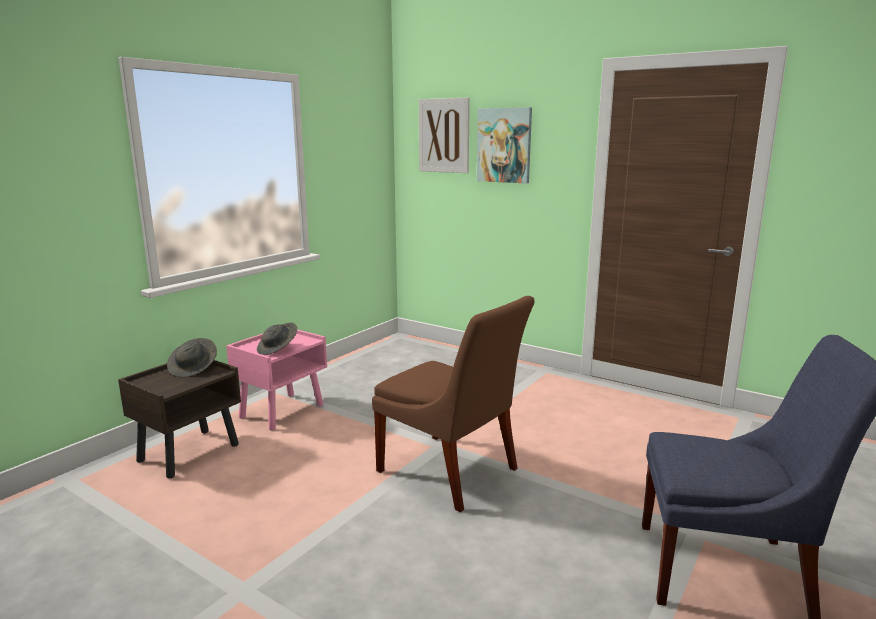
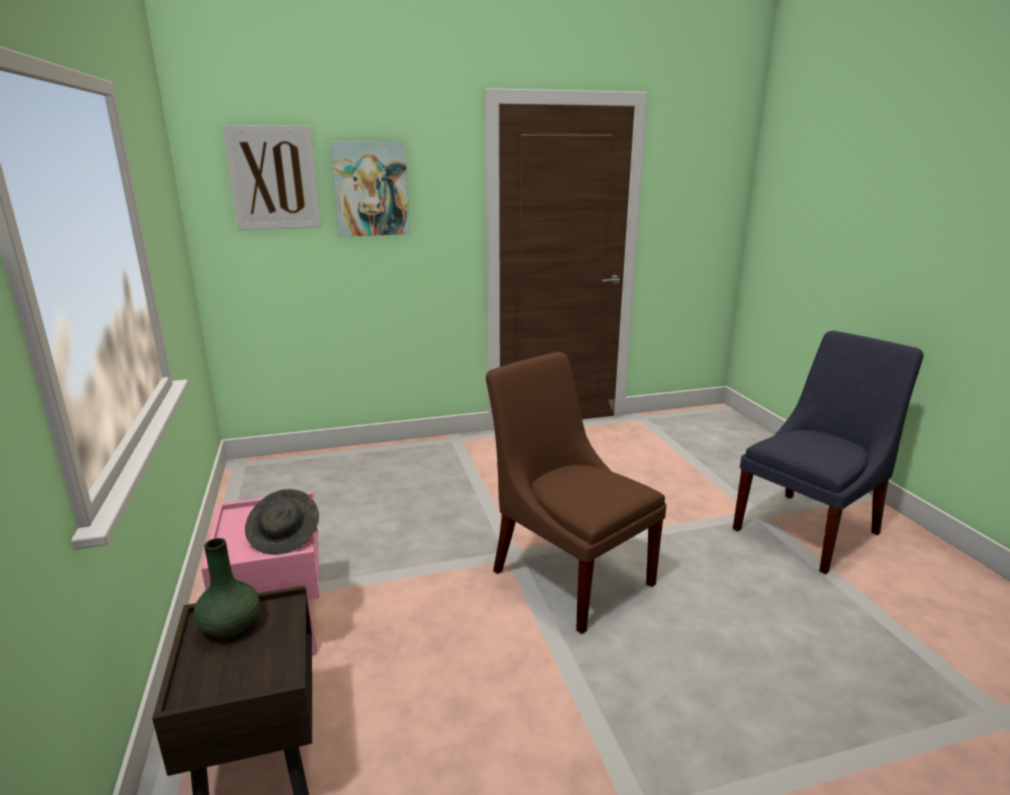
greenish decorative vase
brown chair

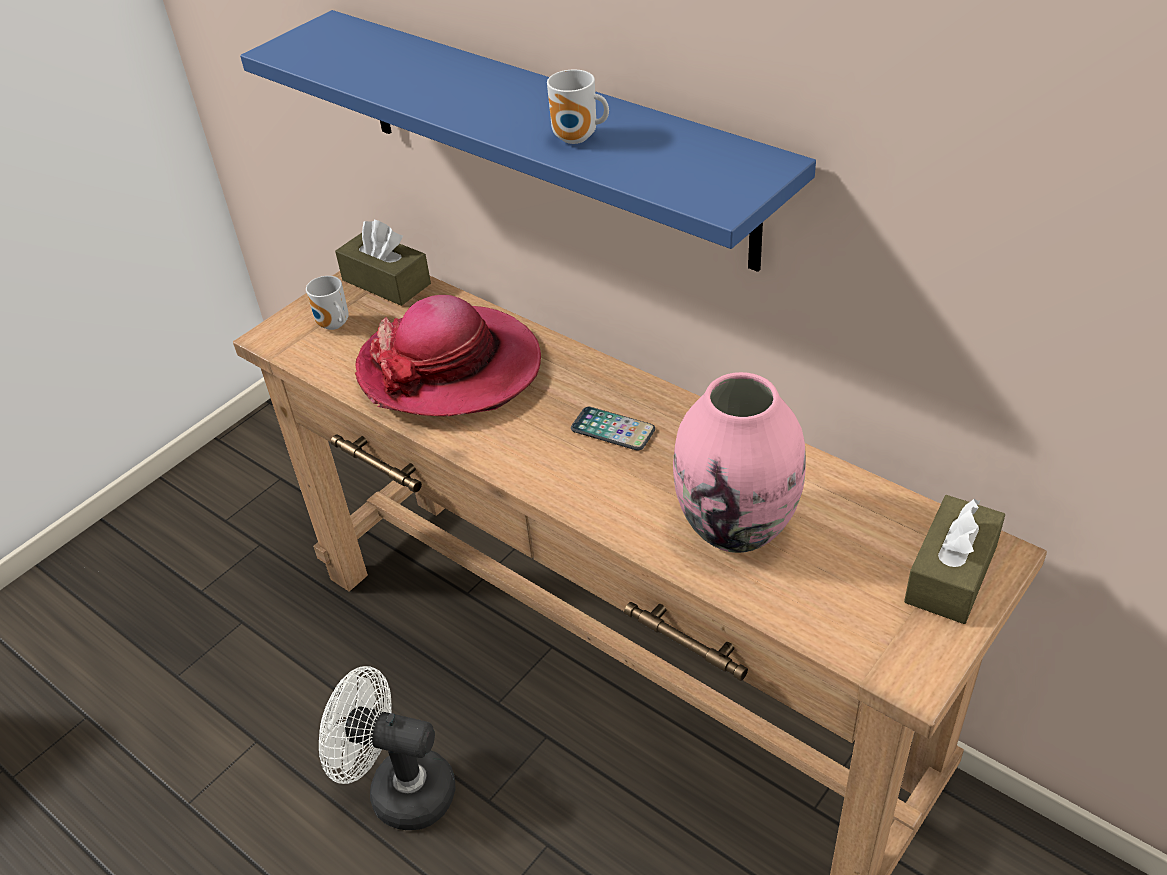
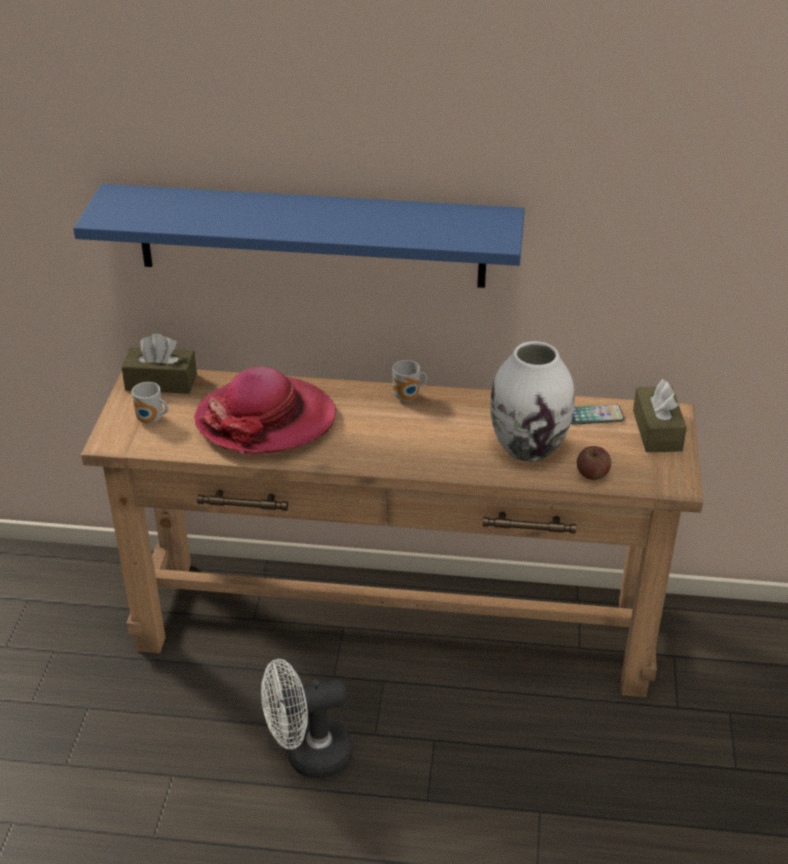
whole apple
mug (2nd from left)
telephone
white decorative vase

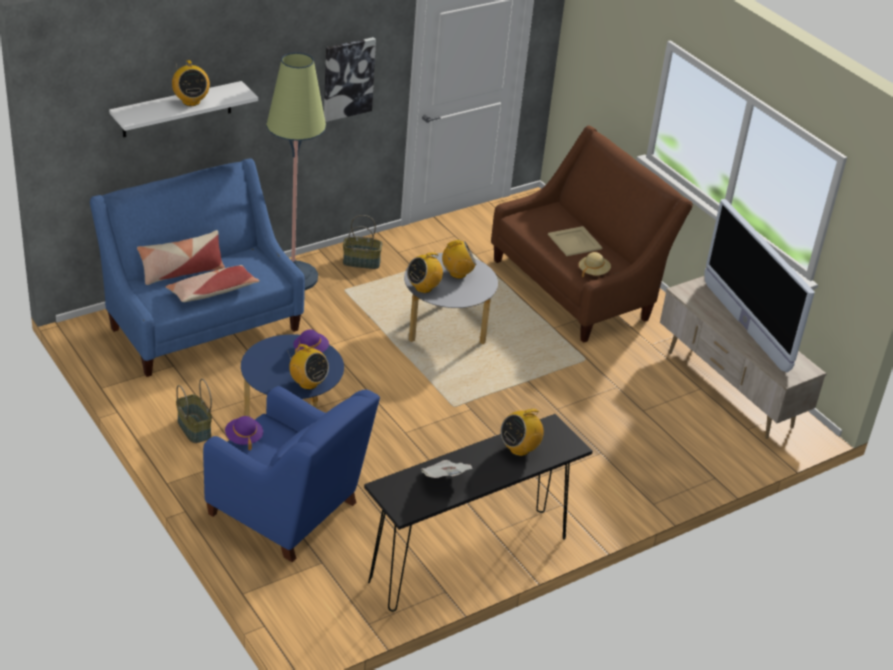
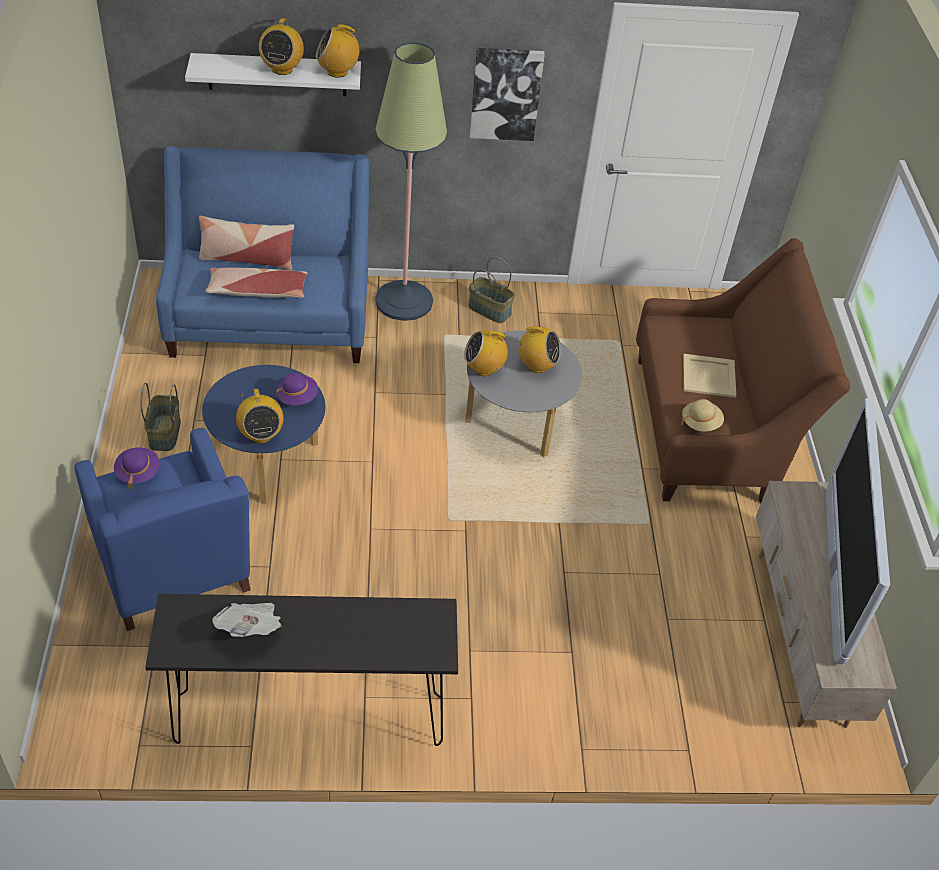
radio receiver (3rd from left)

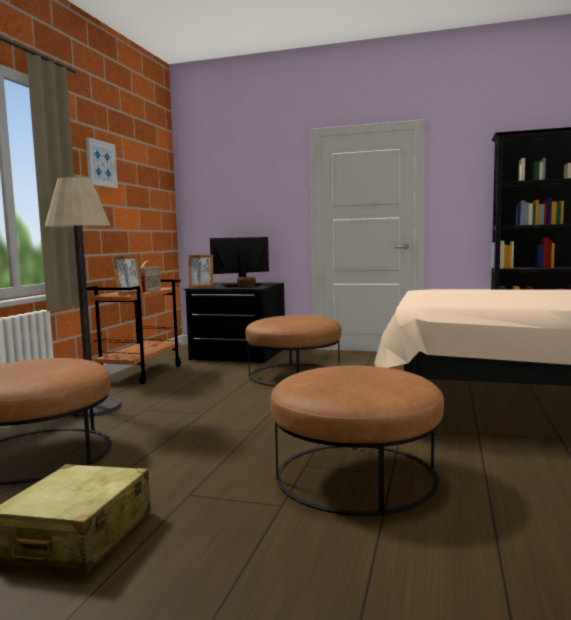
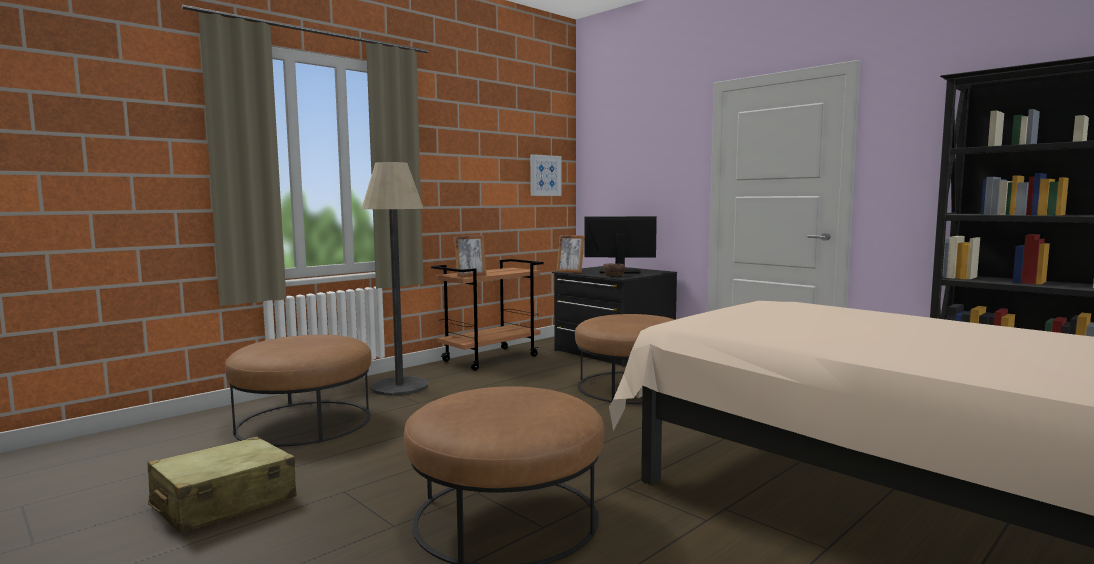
radio receiver
wall picture

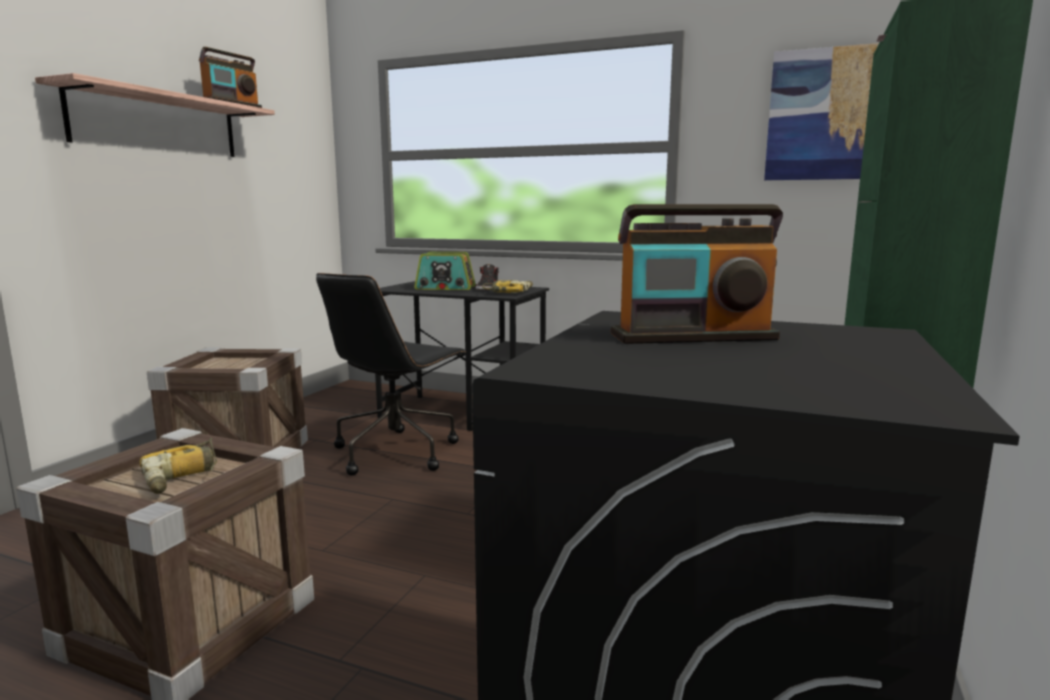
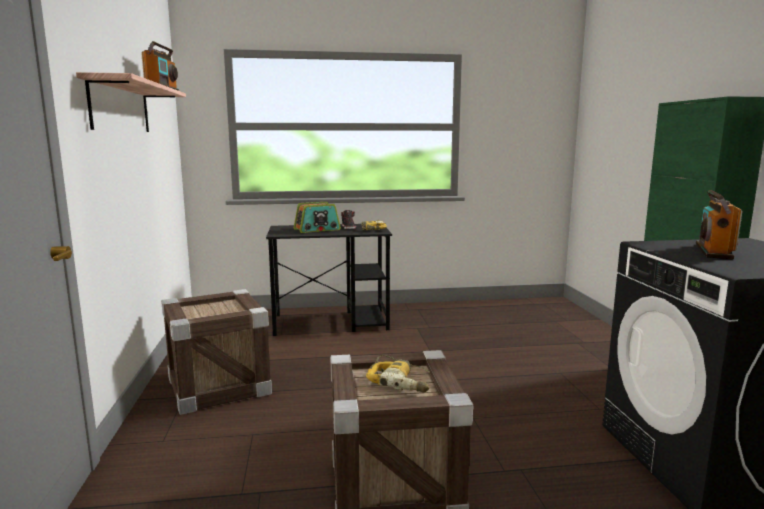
blackish computer chair
wall picture
radio receiver (3rd from left)

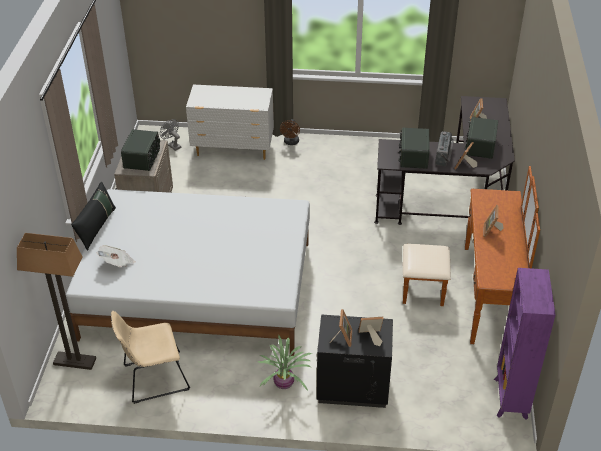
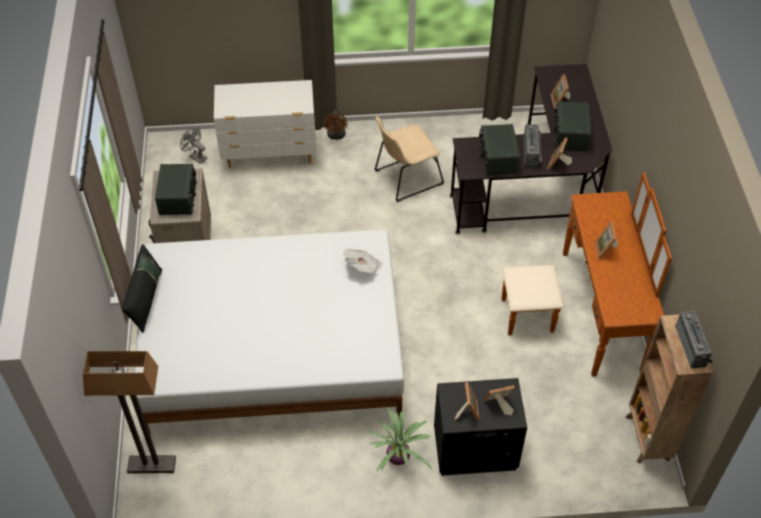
radio receiver (5th from left)
newspaper
beige chair
brown bookshelf

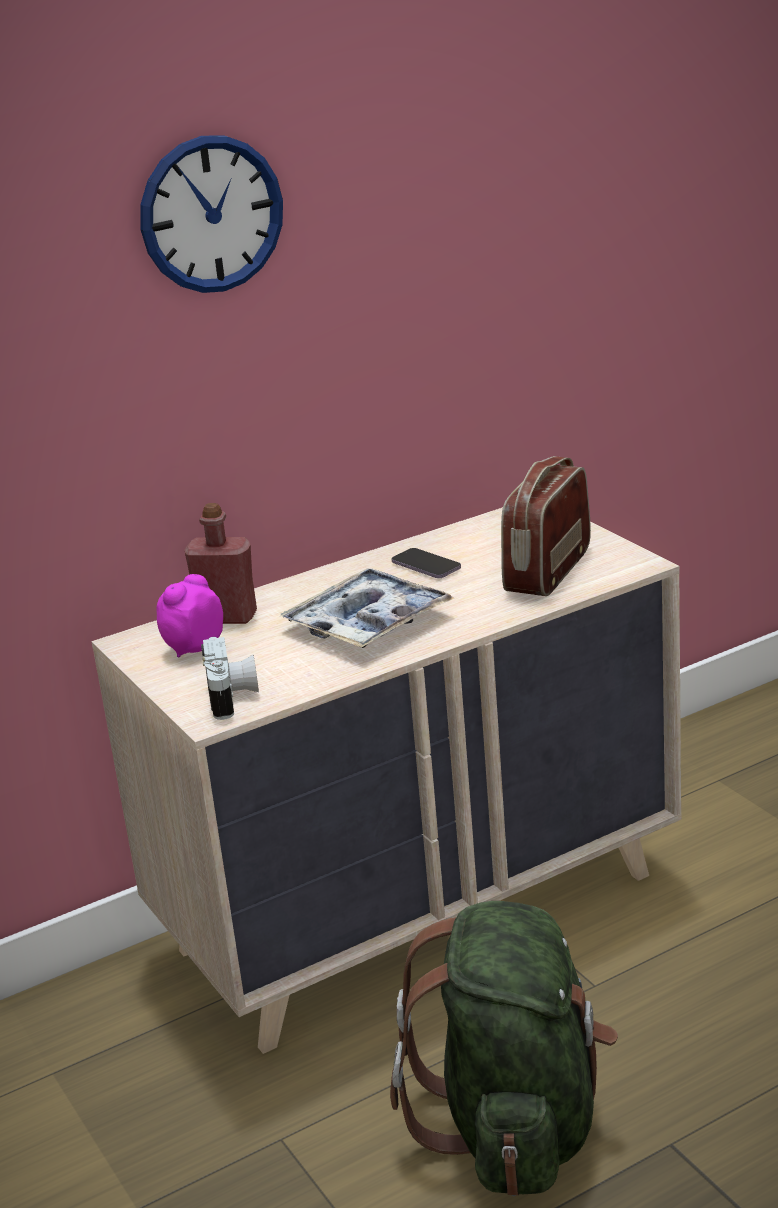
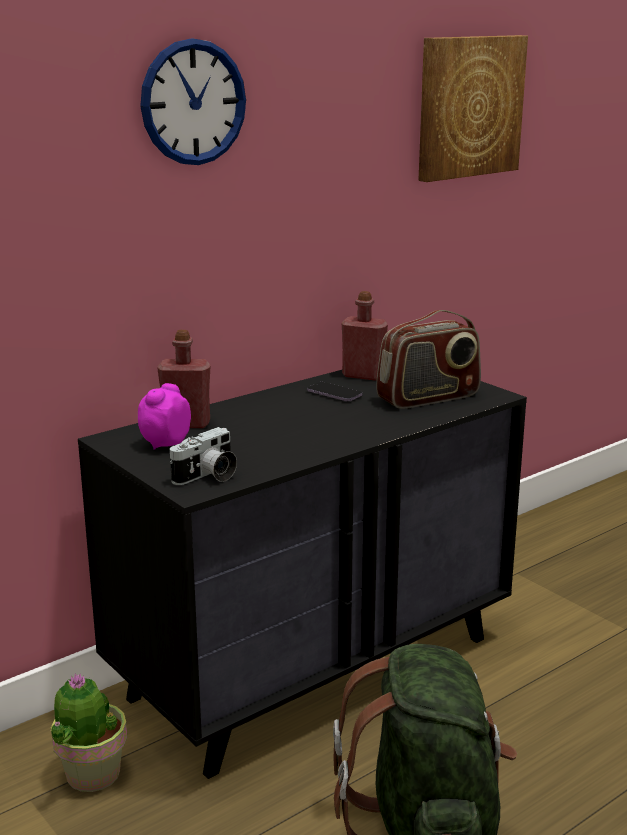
tray
houseplant
red-coloured drink bottle (2nd from left)
wall picture
blackish drawer chest
photo camera
radio receiver

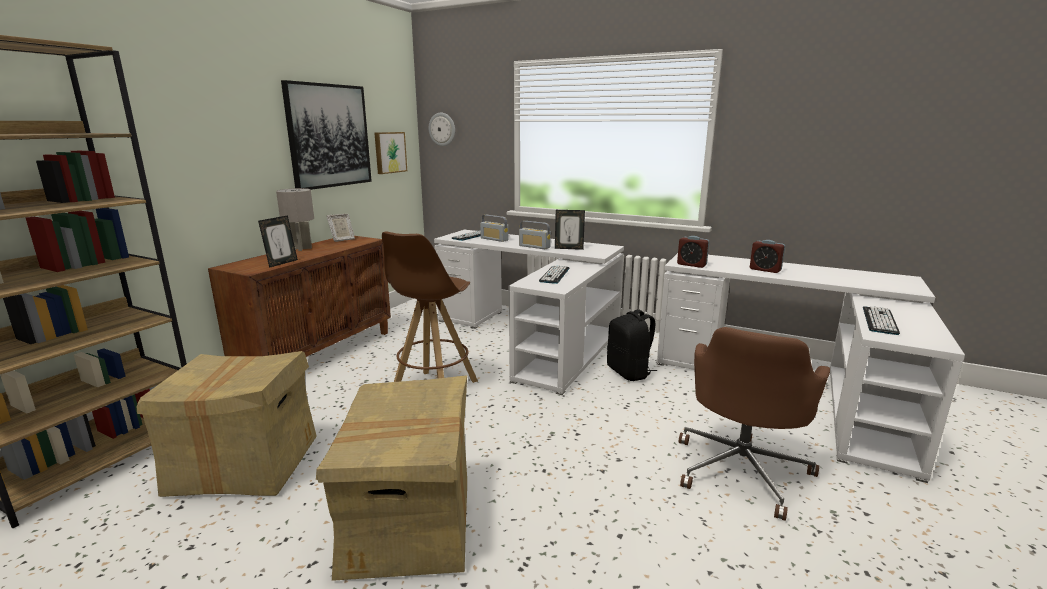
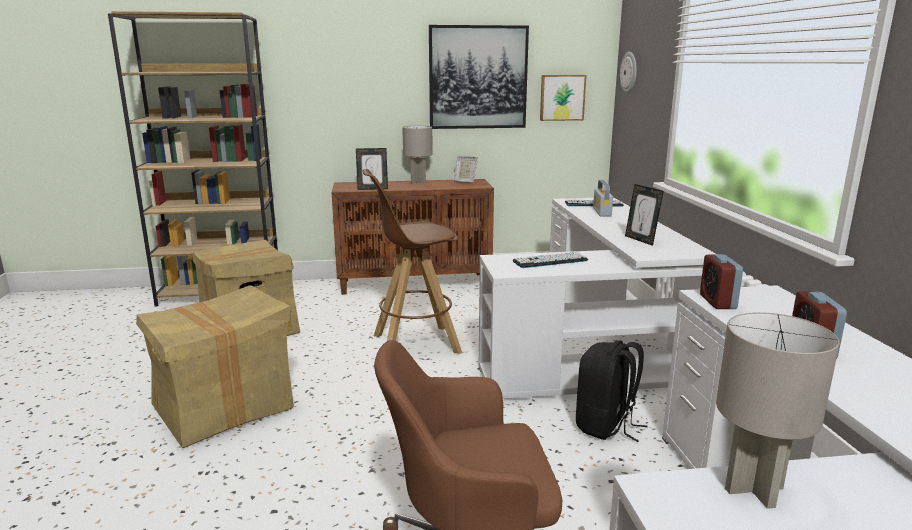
radio receiver (2nd from left in the first image)
greyish tabletop lamp (2nd from left)

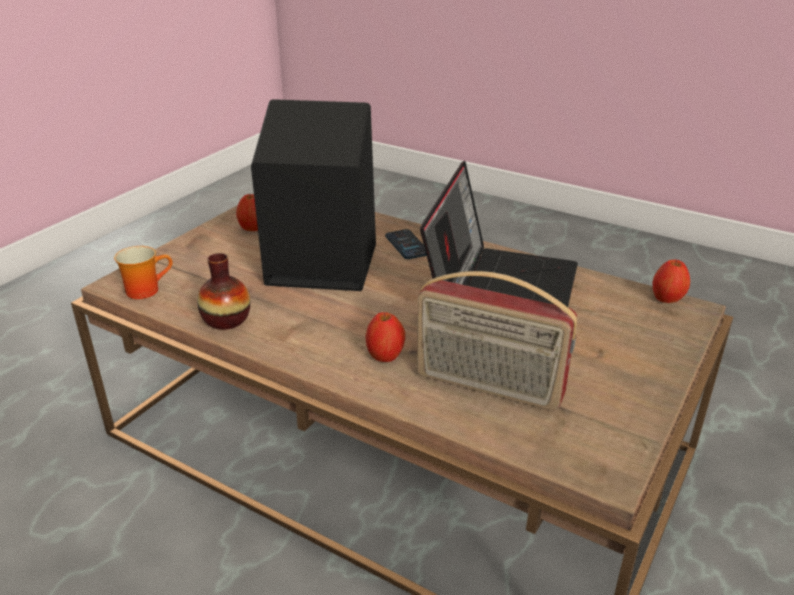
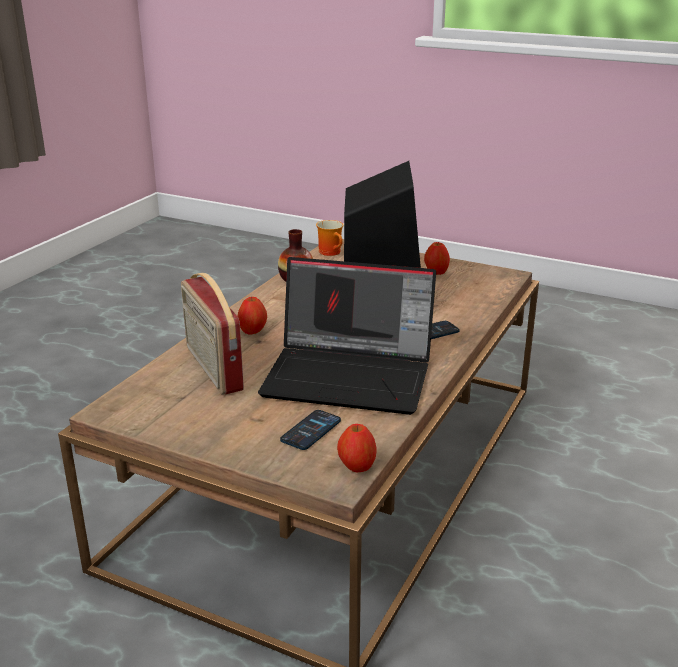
telephone (1st from left)
radio receiver

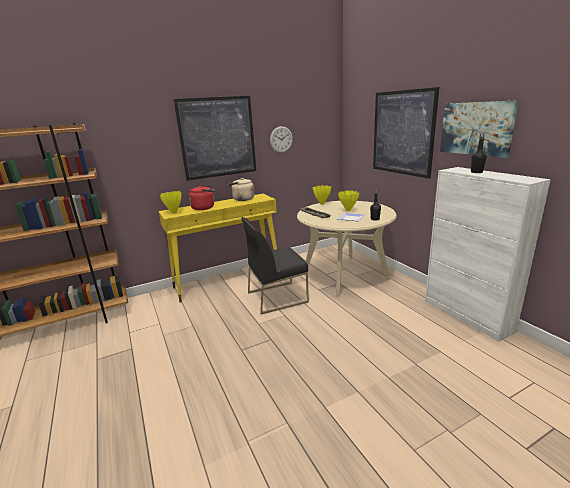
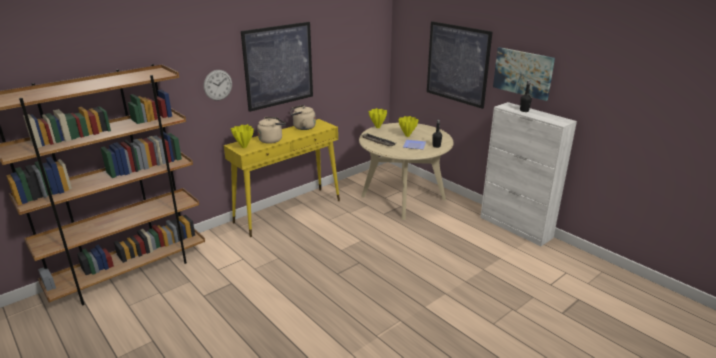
blackish chair
wall clock
beige kettle (1st from left)

